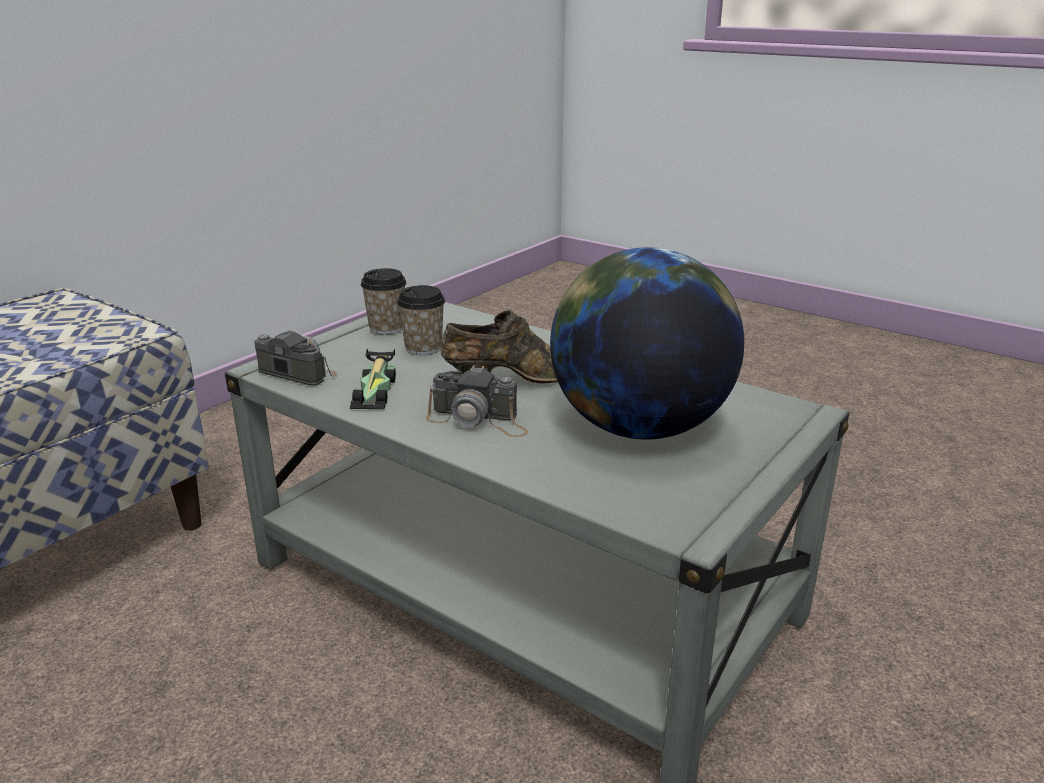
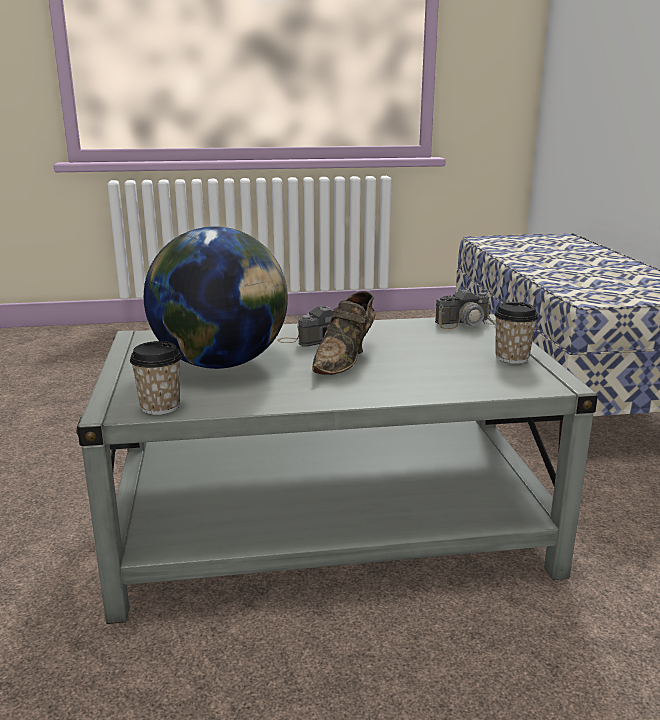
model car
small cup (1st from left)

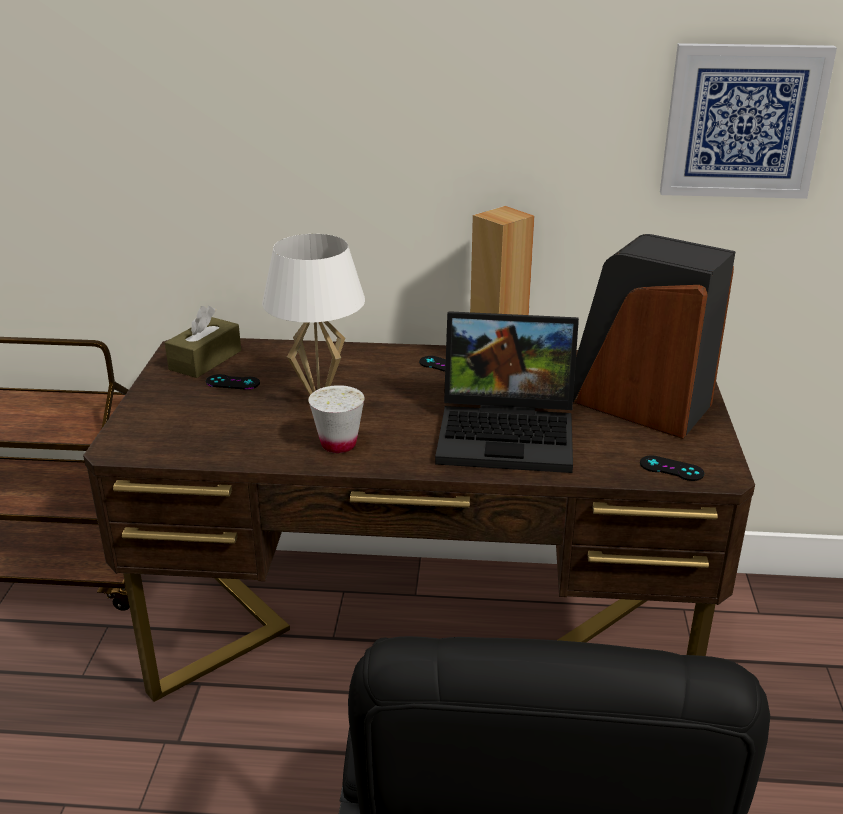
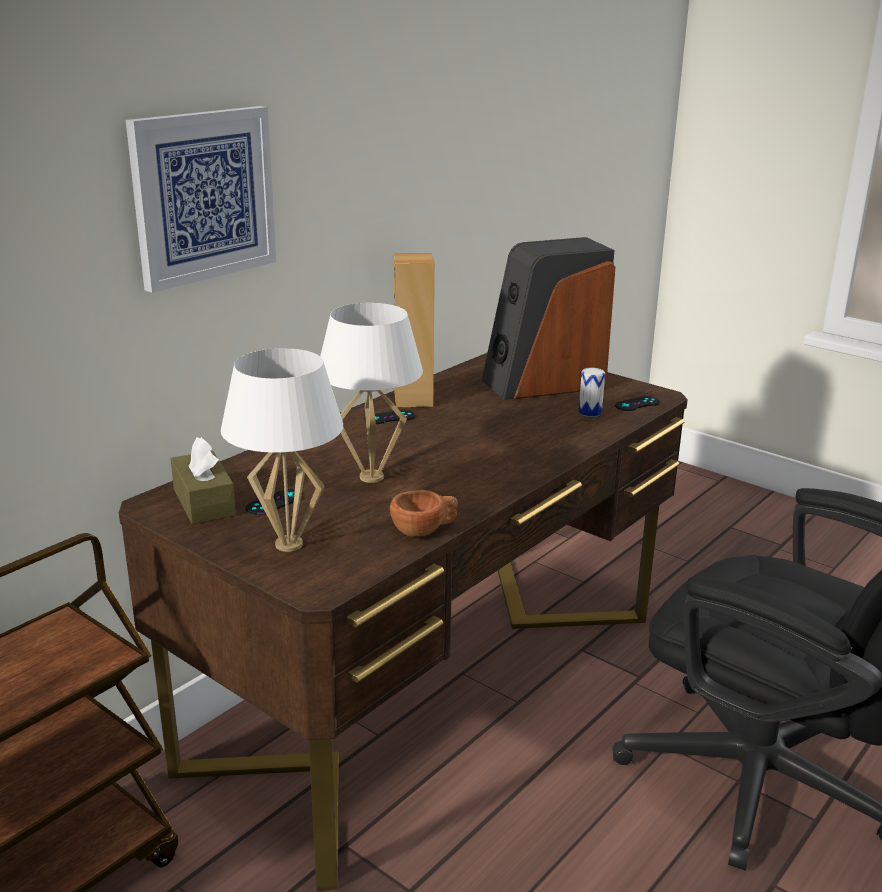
white small cup
portable computer
white tabletop lamp (1st from left)
brown small cup
sealed can
wall picture

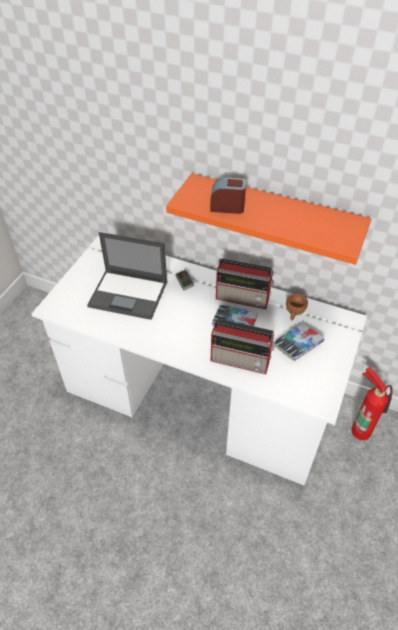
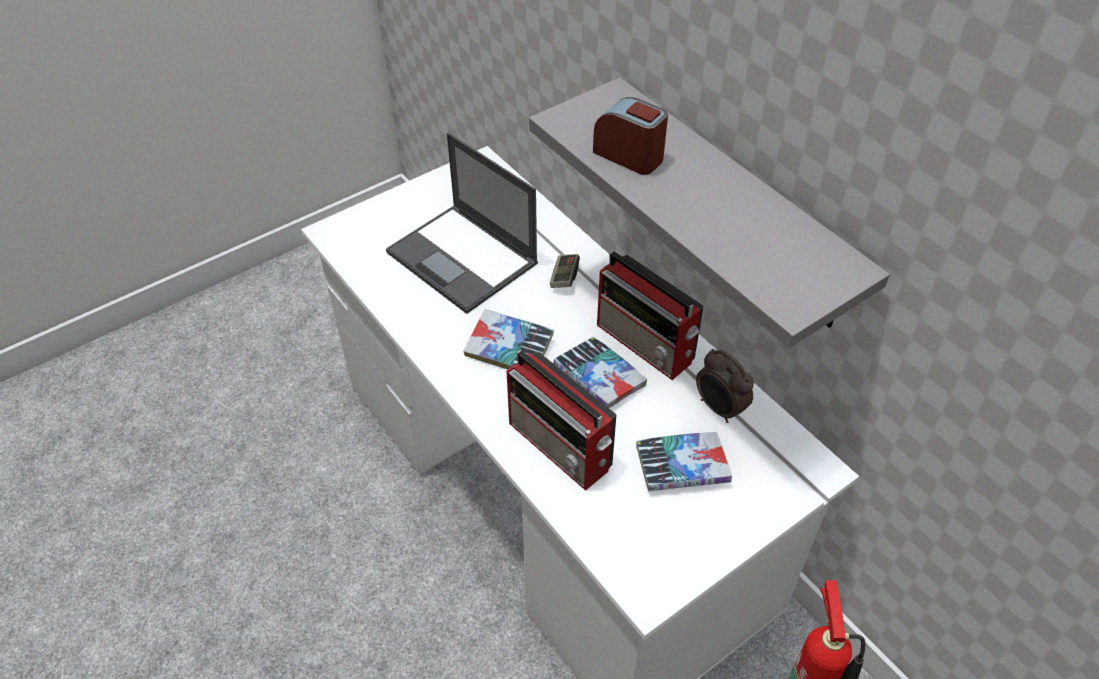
volume (1st from left)
alarm clock (2nd from left)
greyish shelf

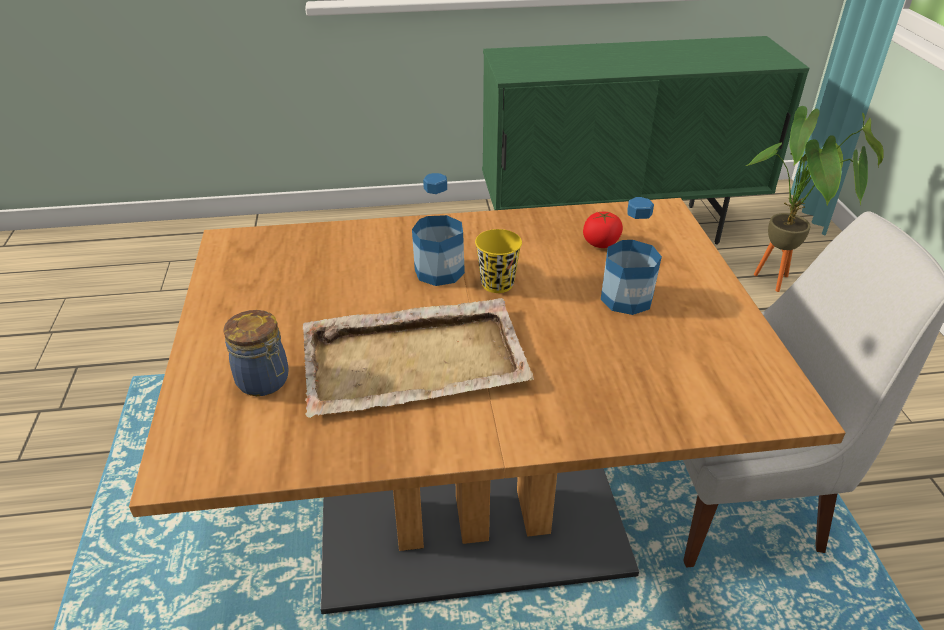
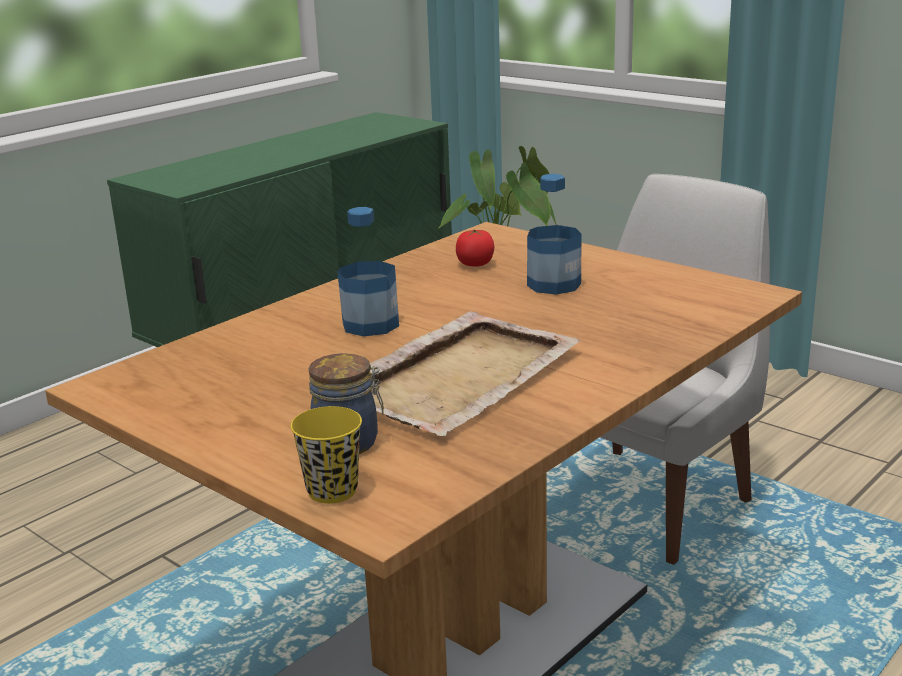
yellow-coloured small cup

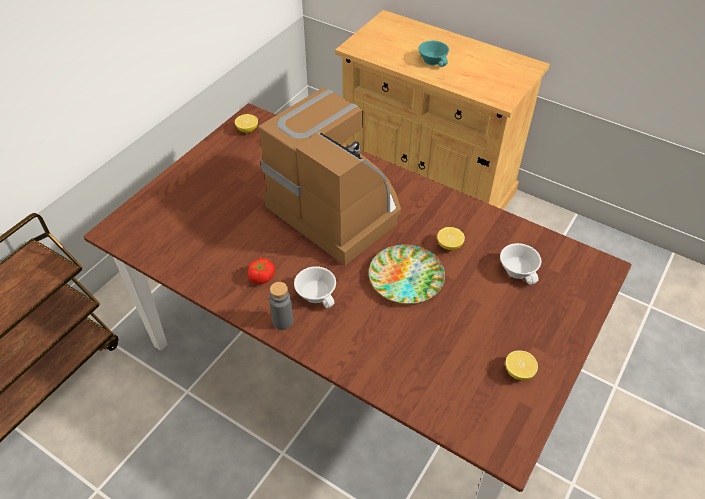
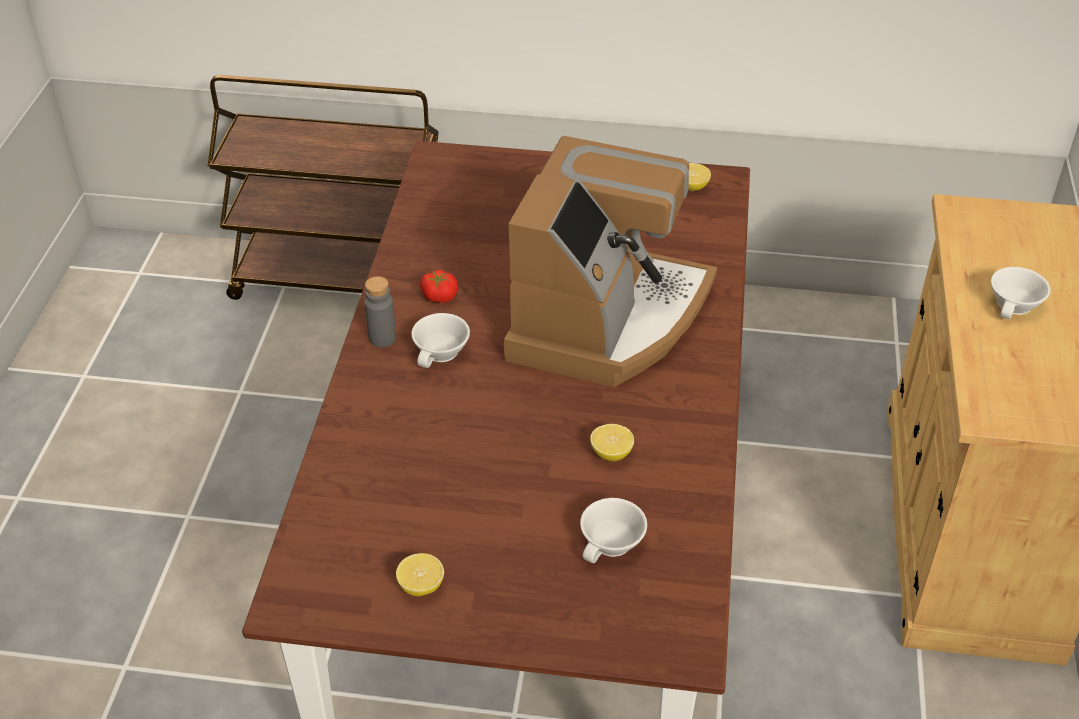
dinner plate
white small cup (3rd from left)

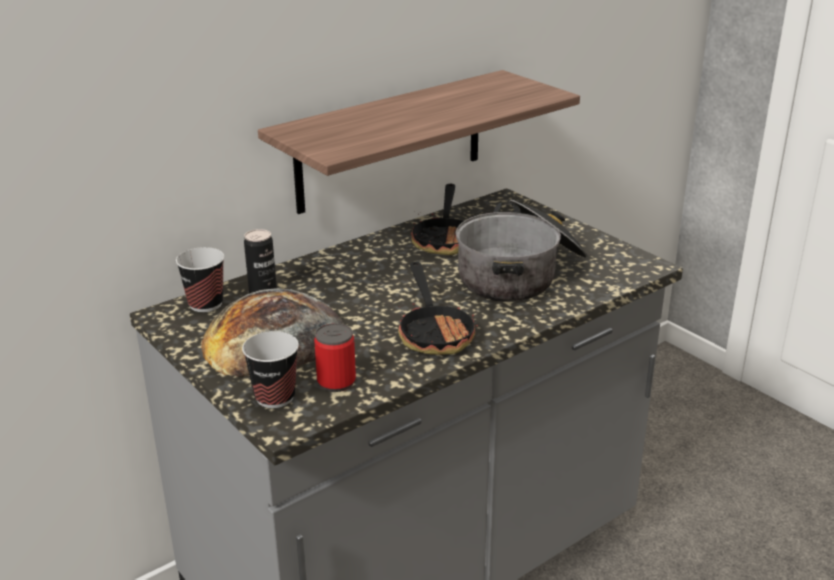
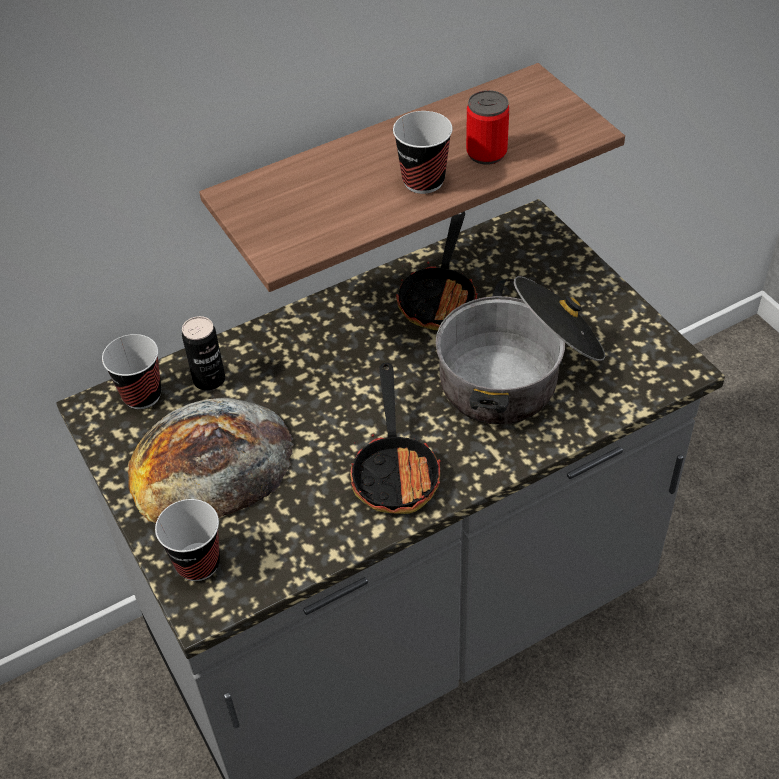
small cup (3rd from left)
sealed can (2nd from left)

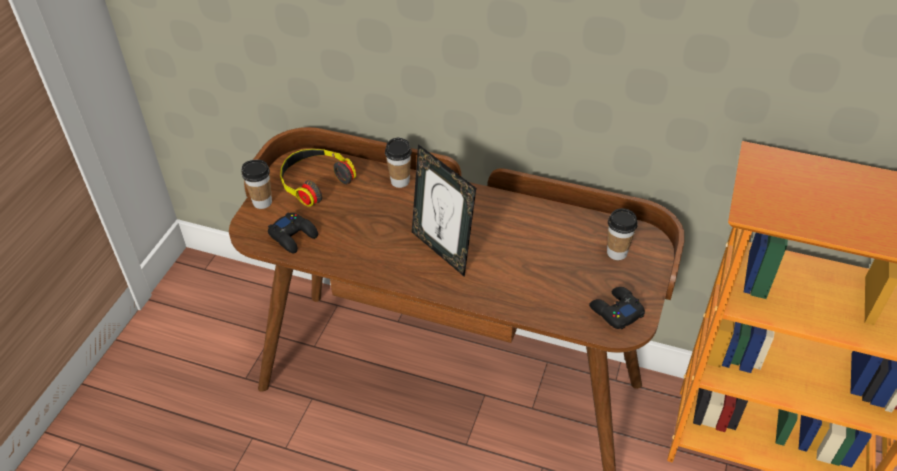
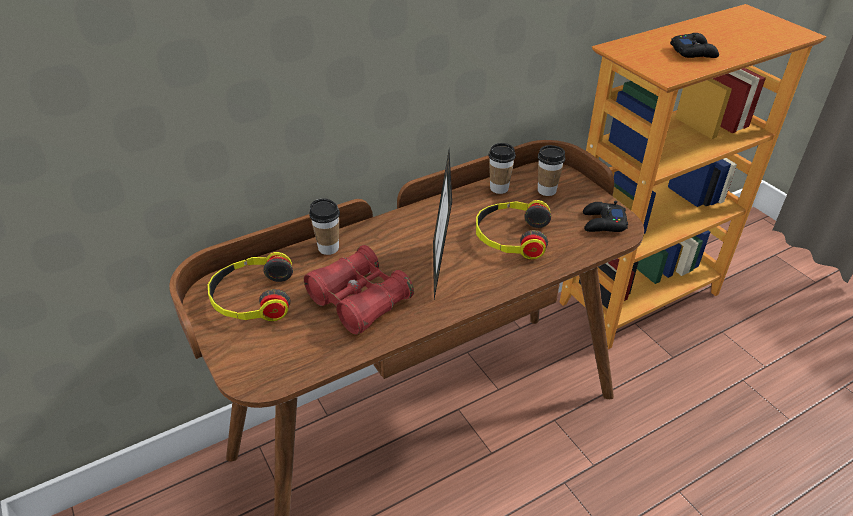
red-coloured field glasses
pair of headphones (2nd from left)
small cup (2nd from left)
blackish game controller (2nd from left)
standing frame

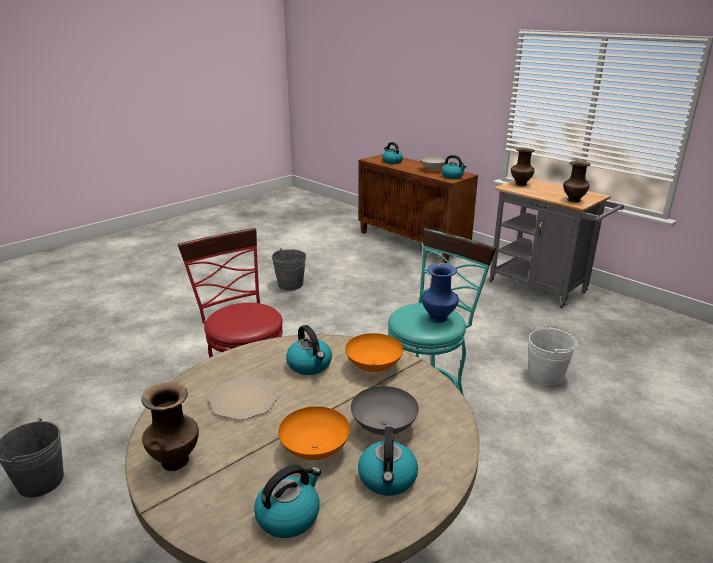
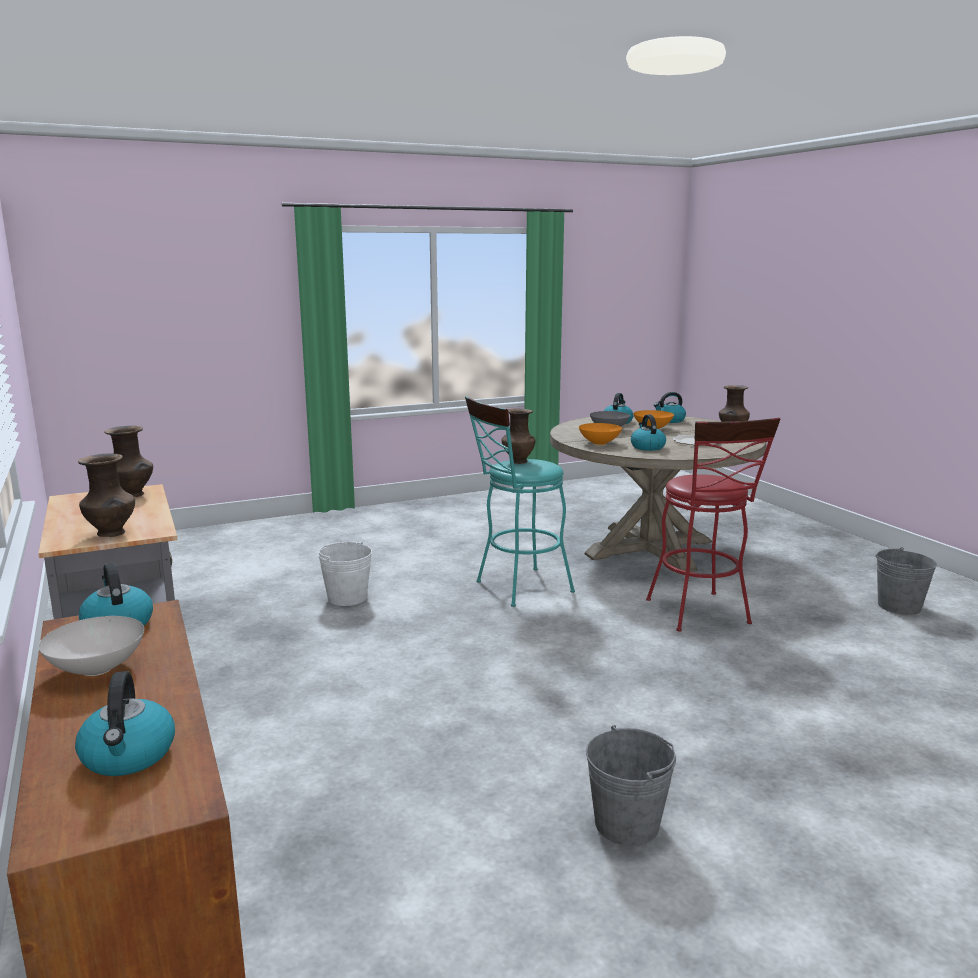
brown decorative vase (3rd from left)

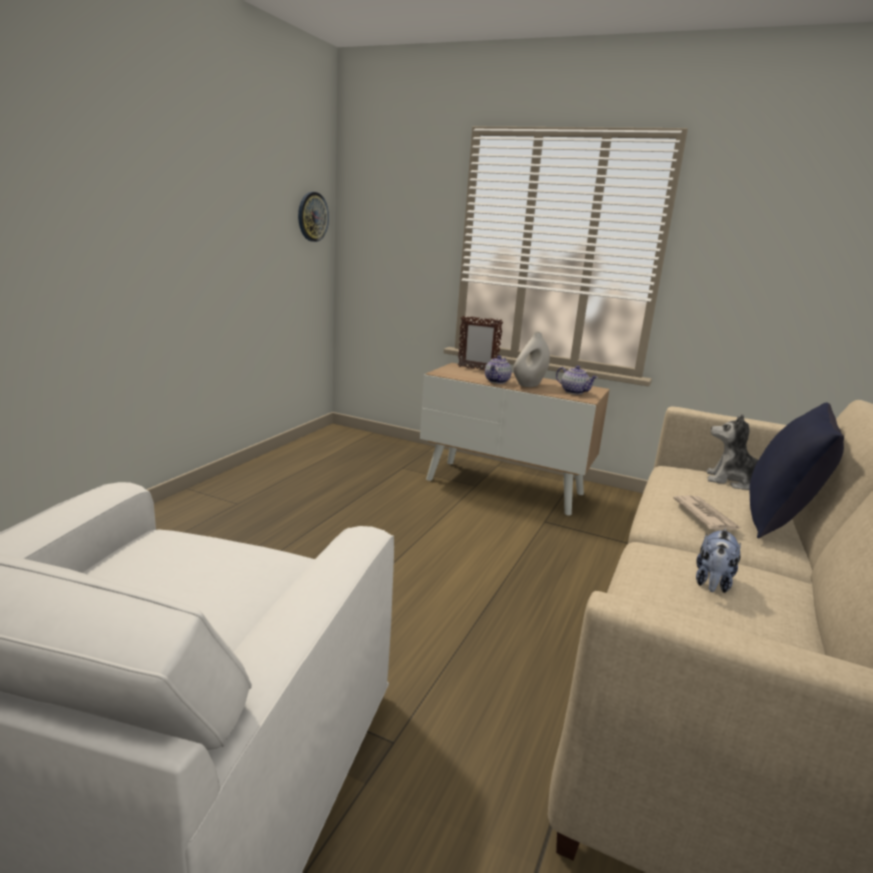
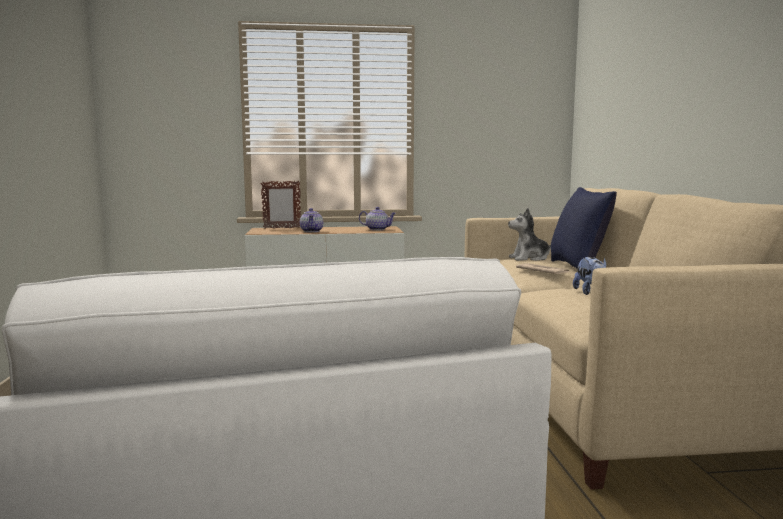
wall clock
white decorative vase

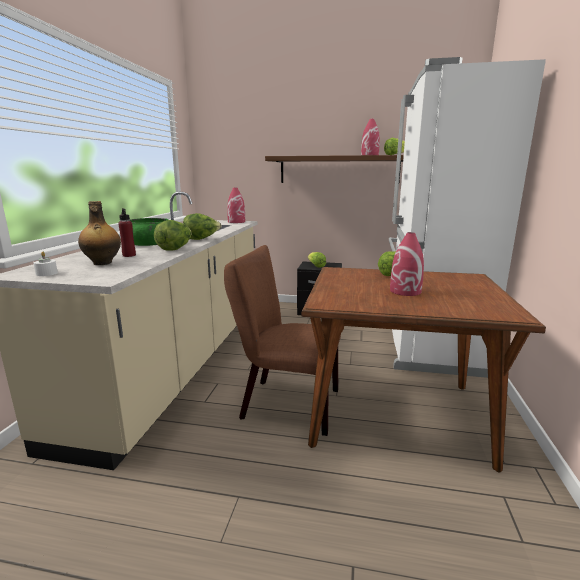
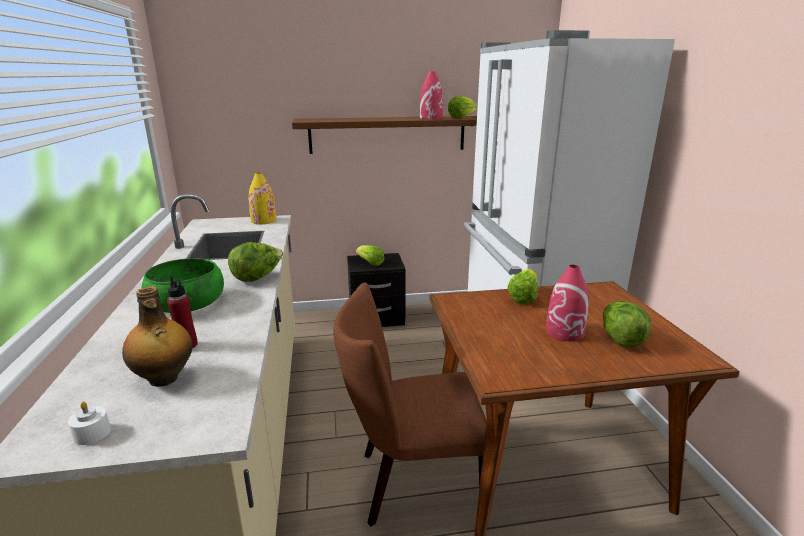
lettuce head (5th from left)
yellow-coloured decorative vase

